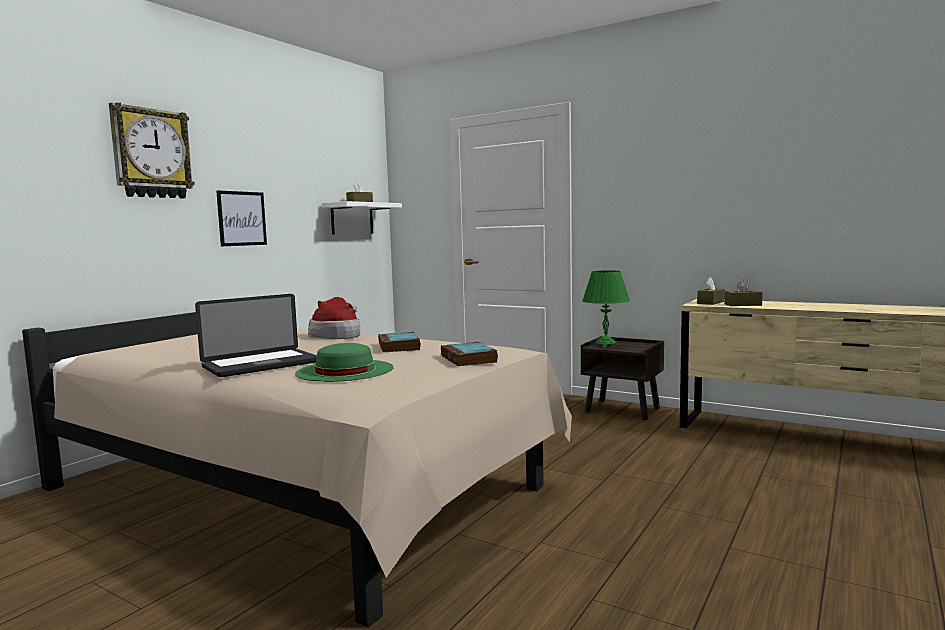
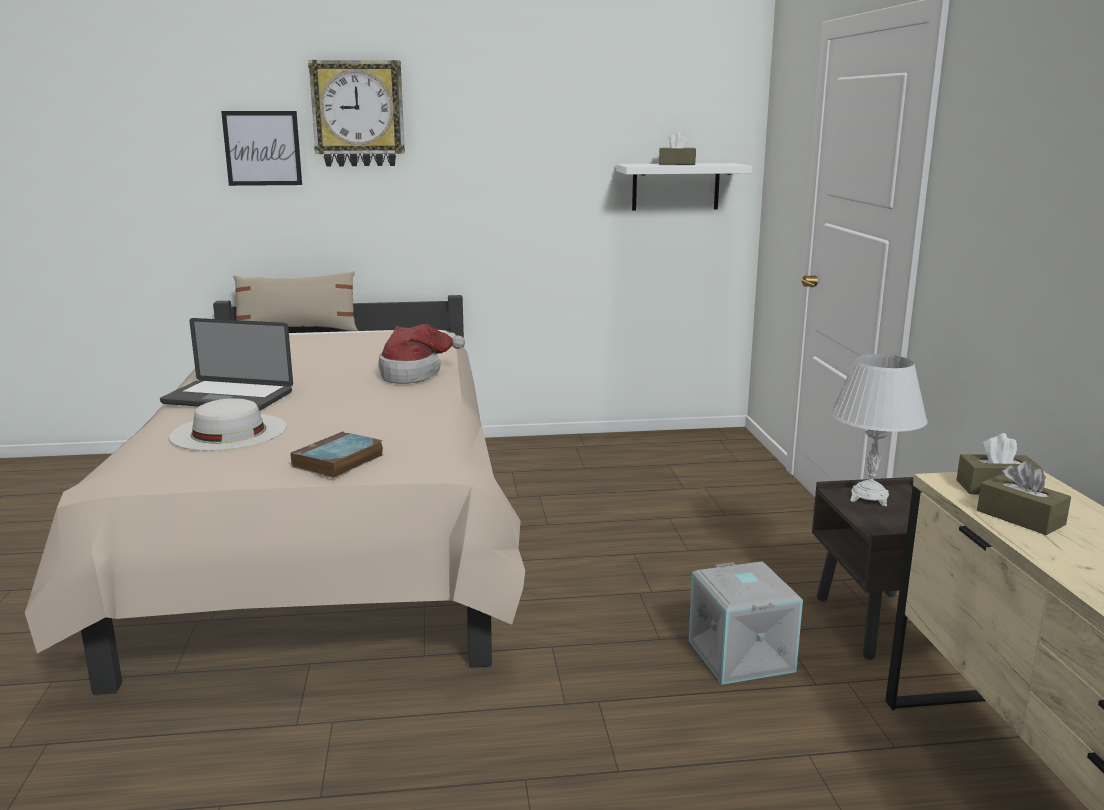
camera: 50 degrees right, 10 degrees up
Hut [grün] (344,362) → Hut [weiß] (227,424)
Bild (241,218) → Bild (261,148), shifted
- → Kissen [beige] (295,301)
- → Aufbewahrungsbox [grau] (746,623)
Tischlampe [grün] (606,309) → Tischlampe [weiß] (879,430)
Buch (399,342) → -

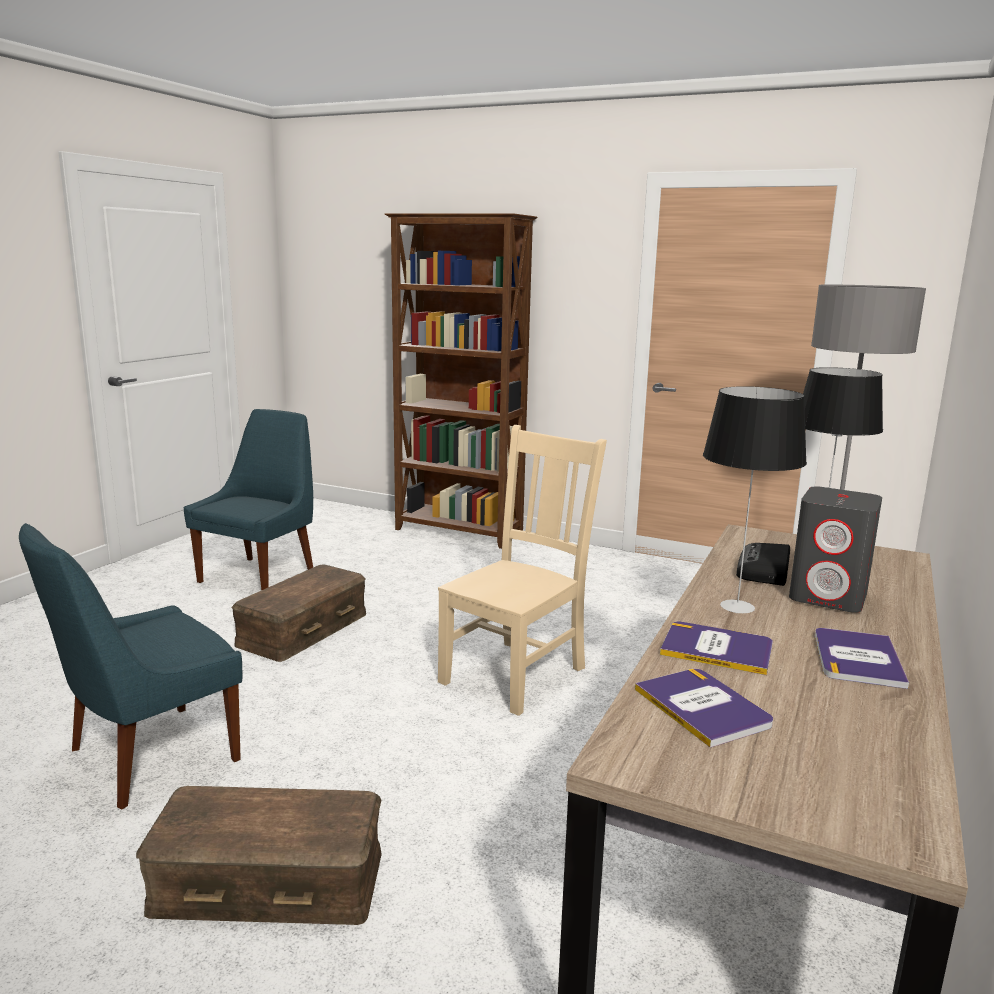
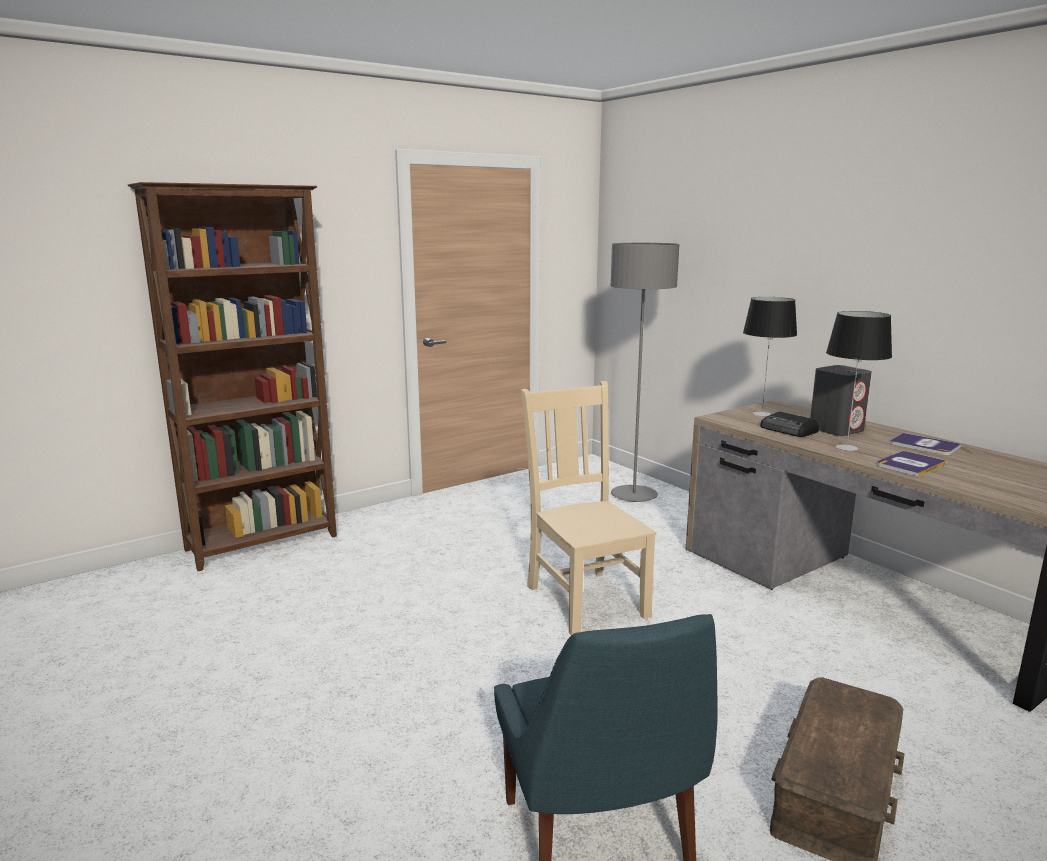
camera: 60 degrees left, 0 degrees up
Stuhl [blau] (248,499) → -
Aufbewahrungsbox [braun] (298,613) → -
Buch (704,708) → -

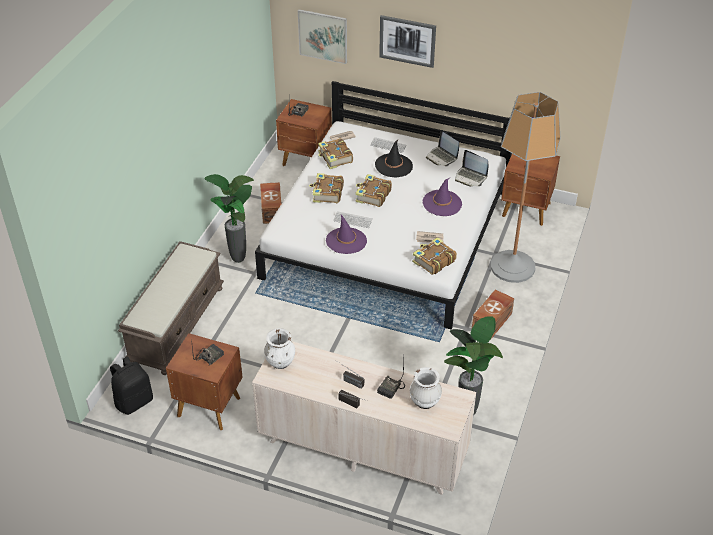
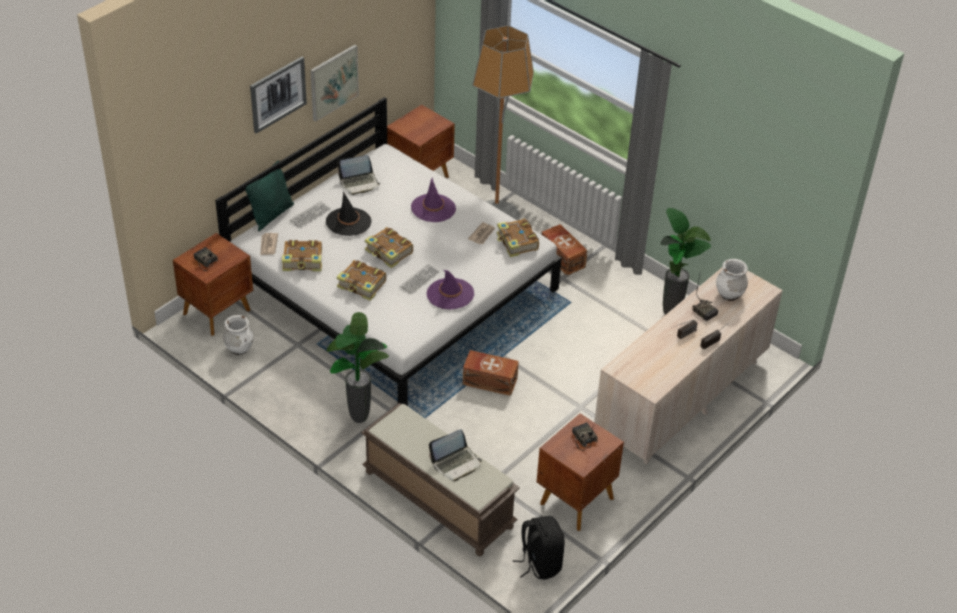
camera: 70 degrees left, 0 degrees up
Vase [weiß] (279,348) → Vase [weiß] (238,335), shifted
- → Kissen [grün] (269,195)
Bild (322,36) → Bild (334,83), shifted
Laptop (471,168) → Laptop (455,455), shifted
Aufbewahrungsbox [braun] (270,203) → Aufbewahrungsbox [braun] (490,373), shifted

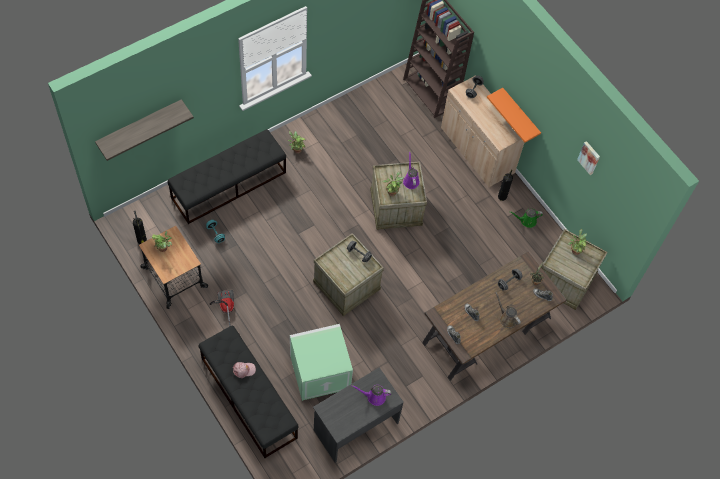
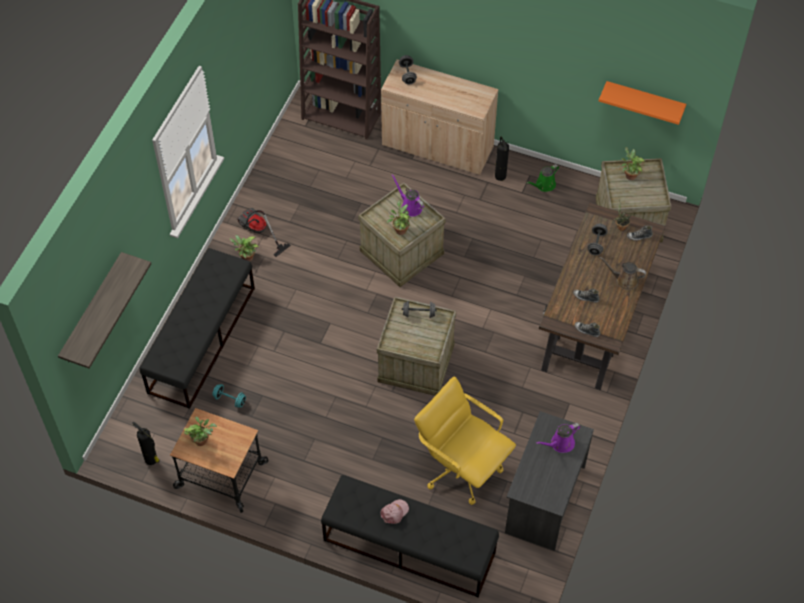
camera: 30 degrees left, 5 degrees down
Staubsauger (224,312) → Staubsauger (264,232), shifted
Aufbewahrungsbox [grün] (321,362) → Bürostuhl [gelb] (465,440)
Wandregal [orange] (514,115) → Wandregal [orange] (642,103), shifted
Bild (588,158) → -

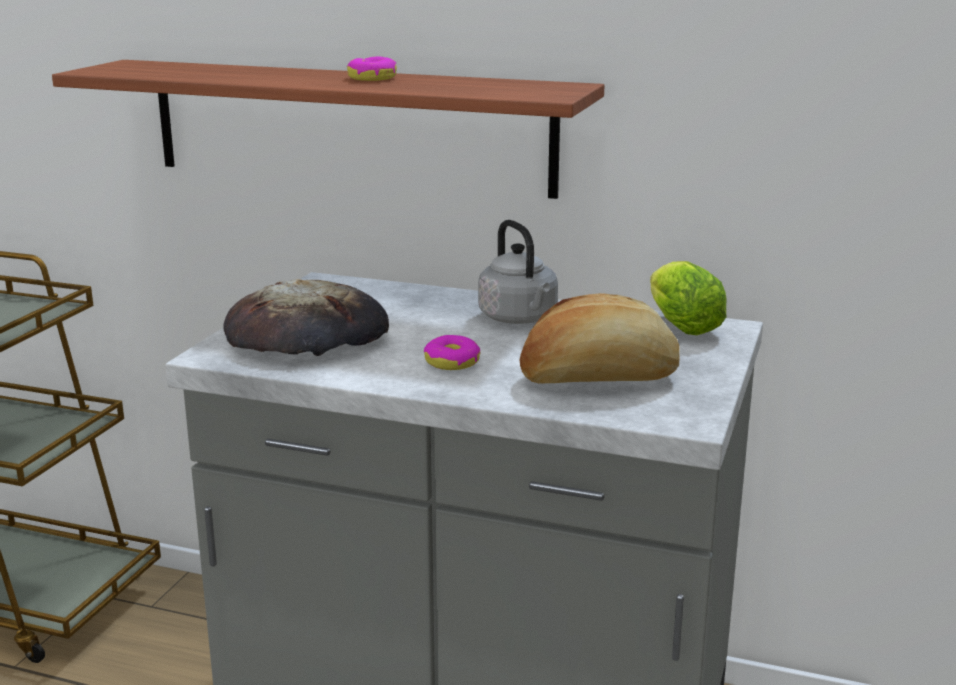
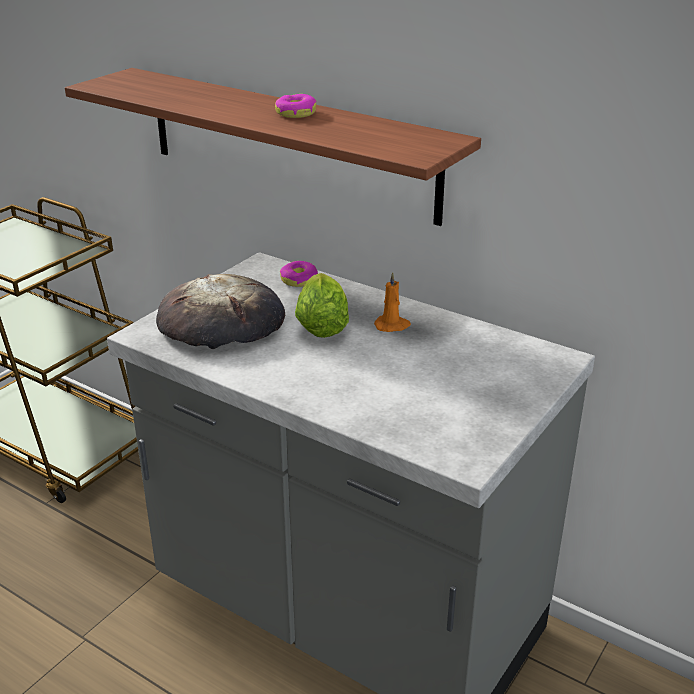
camera: 15 degrees right, 10 degrees up
Donut (452,352) → Donut (299,274), shifted
Salatkopf (688,298) → Salatkopf (322,305), shifted
Wasserkessel [grau] (518,272) → Kerze [orange] (392,302)
Brot (600,338) → -

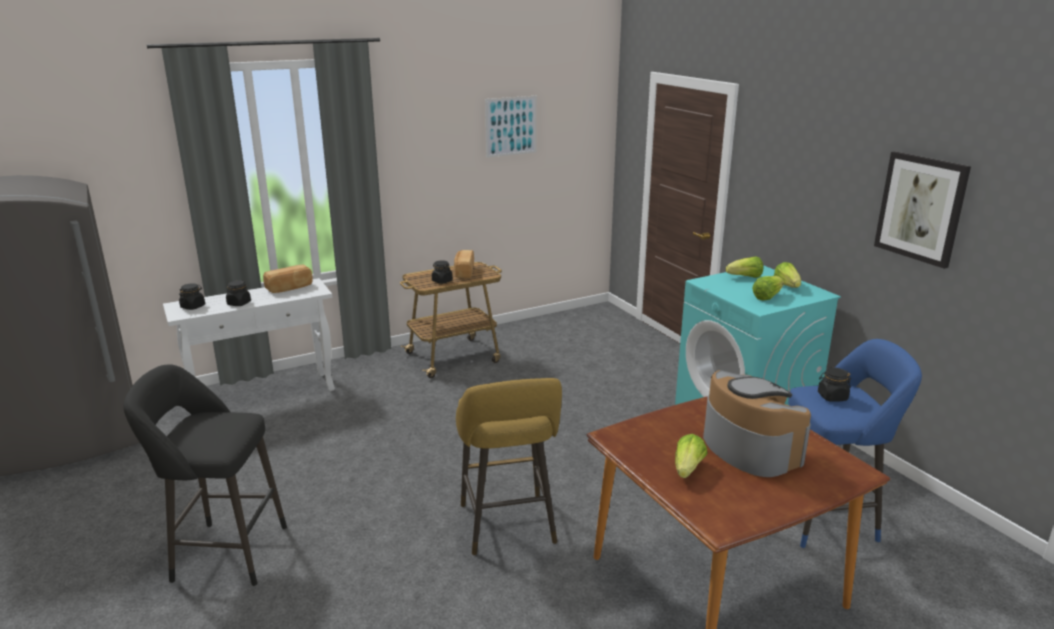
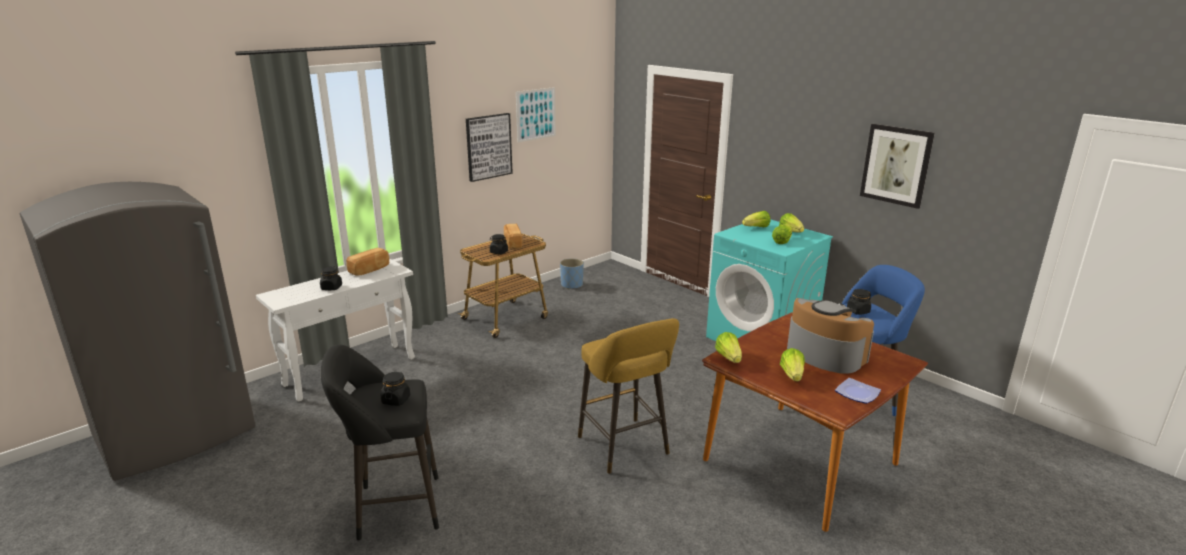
camera: 15 degrees left, 0 degrees up
Vorratsglas [schwarz] (192,297) → Vorratsglas [schwarz] (395,389), shifted
- → Bild (489,147)
- → Pflanzkübel [blau] (572,273)
- → Salatkopf (728,347)
- → Teller (858,391)

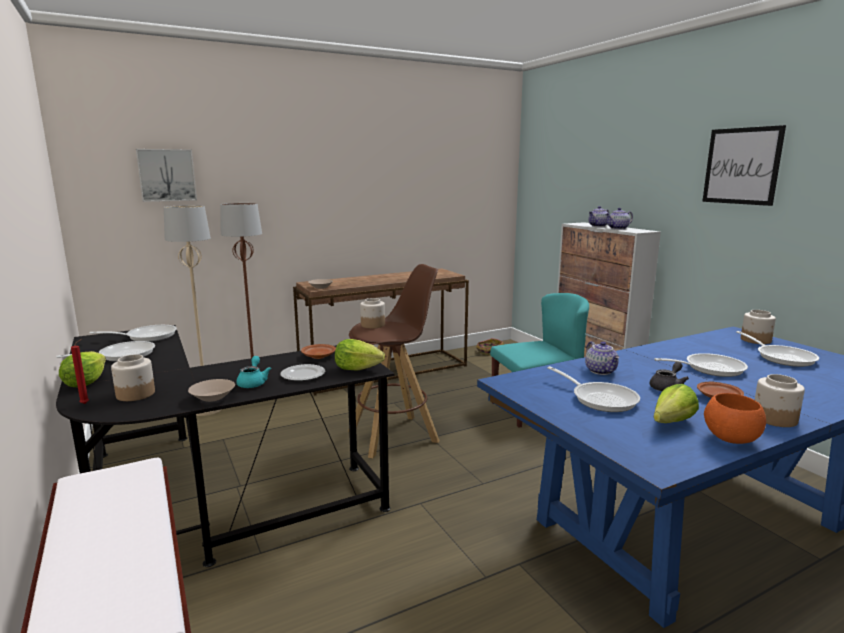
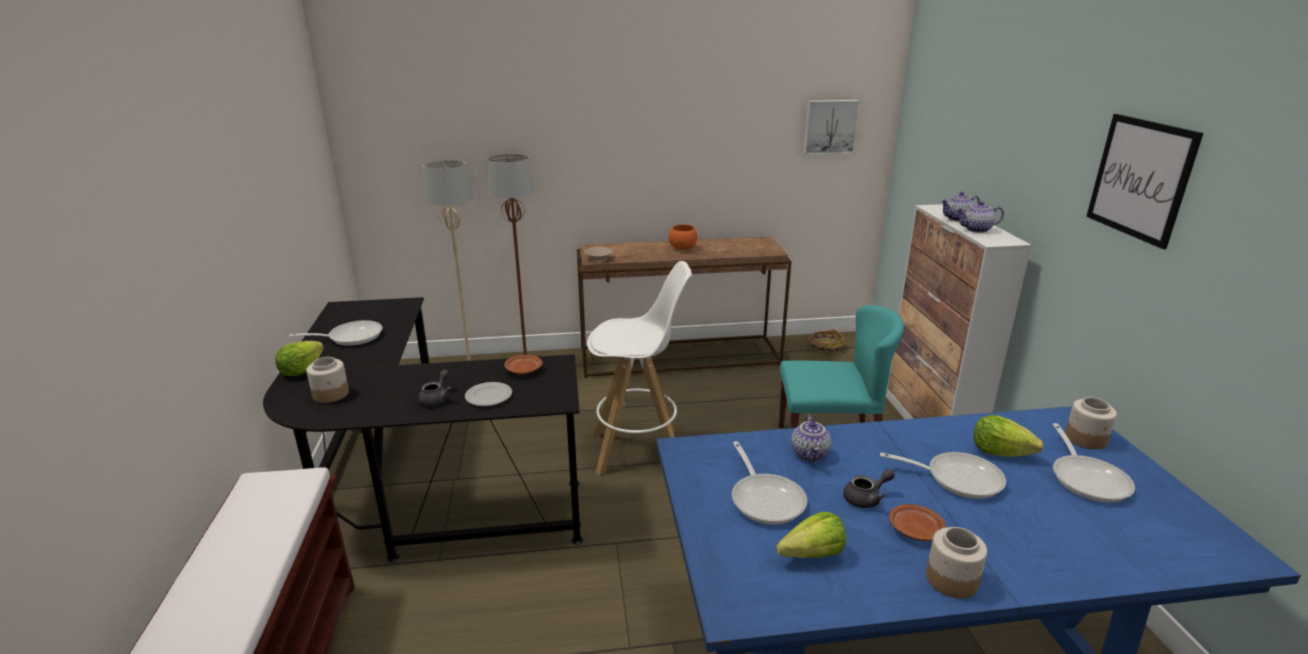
camera: 20 degrees right, 10 degrees up
Teekanne [türkis] (253,372) → Teekanne [grau] (435,388)
Hocker [braun] (394,361) → Hocker [weiß] (639,368)
Schüssel [orange] (735,418) → Schüssel [orange] (683,237), shifted
Bild (166,175) → Bild (831,127), shifted
Salatkopf (360,355) → Salatkopf (1008,436), shifted
Kerze [rot] (80,371) → -
Pfanne (133,333) → -
Schüssel [beige] (211,390) → -
Vorratsglas (372,313) → -

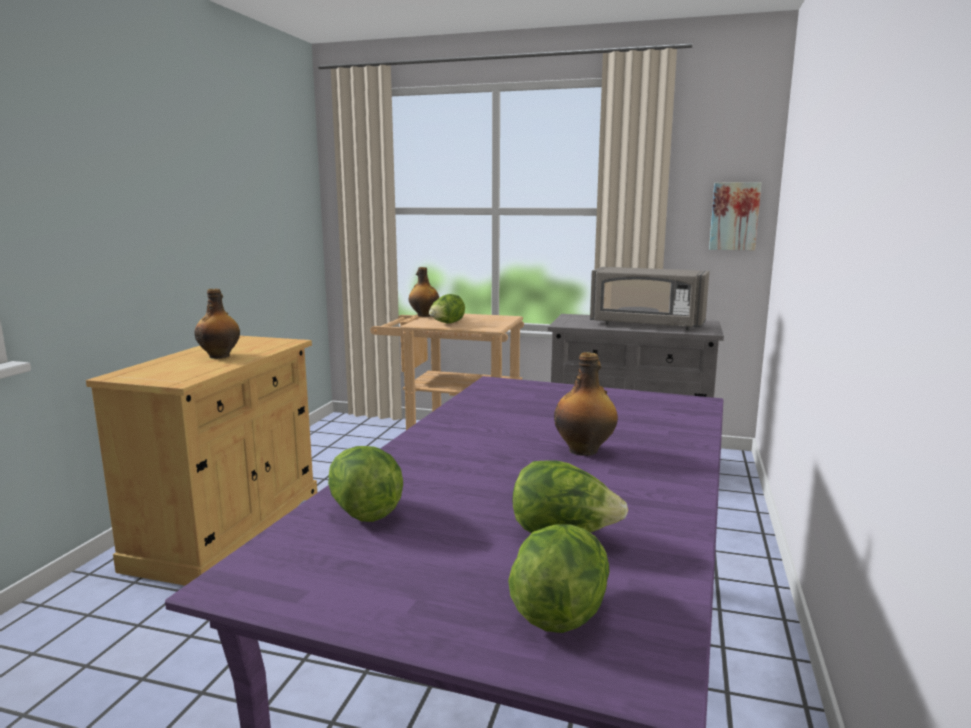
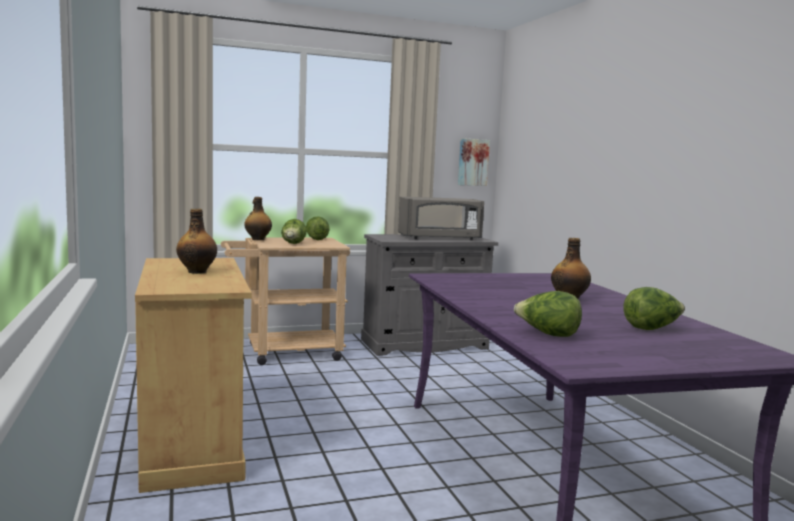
camera: 35 degrees left, 5 degrees down
Salatkopf (558,578) → Salatkopf (318,228), shifted

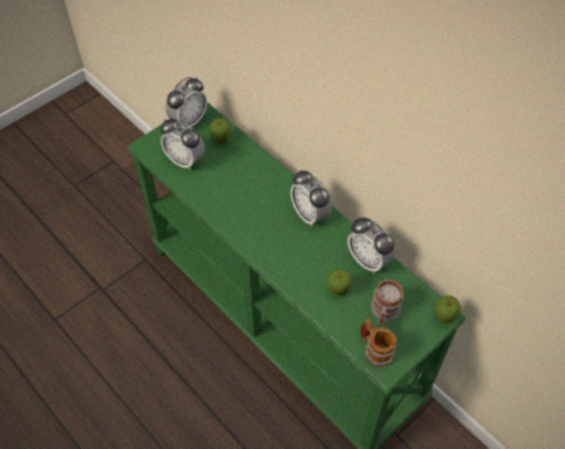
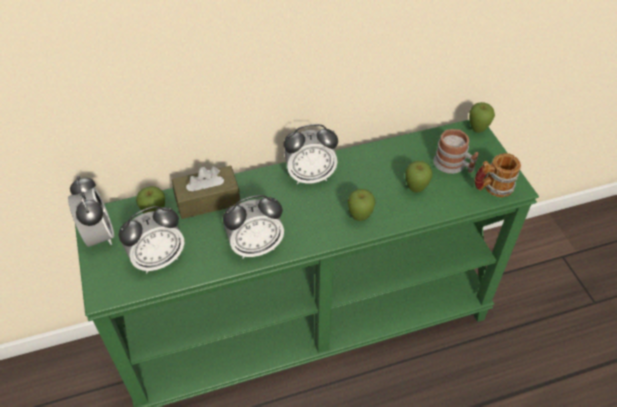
camera: 65 degrees left, 5 degrees down
- → Taschentuchbox [braun] (206,192)
Wecker (371,245) → Wecker (253,227), shifted
- → Apfel (362,205)

